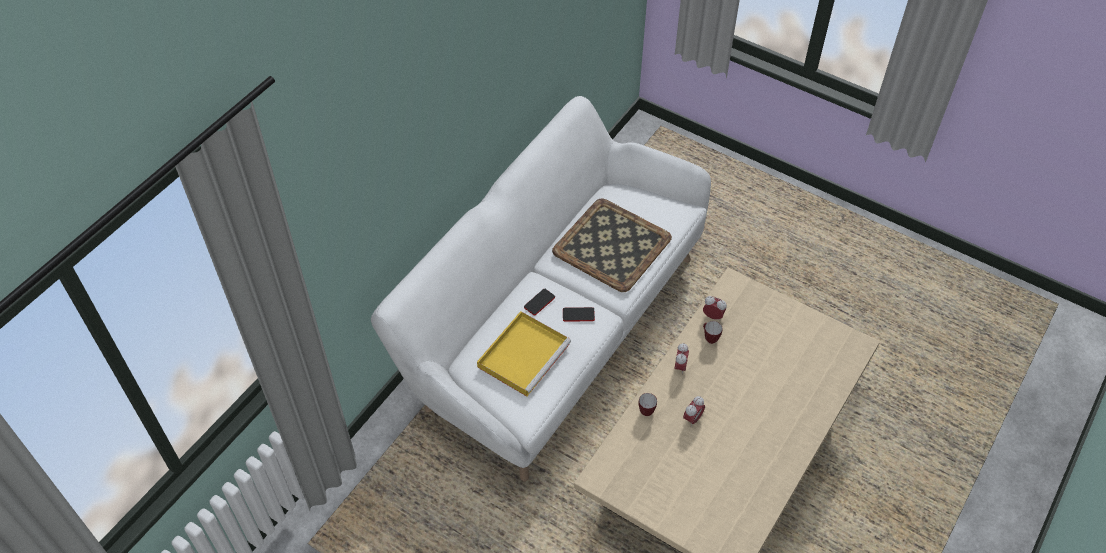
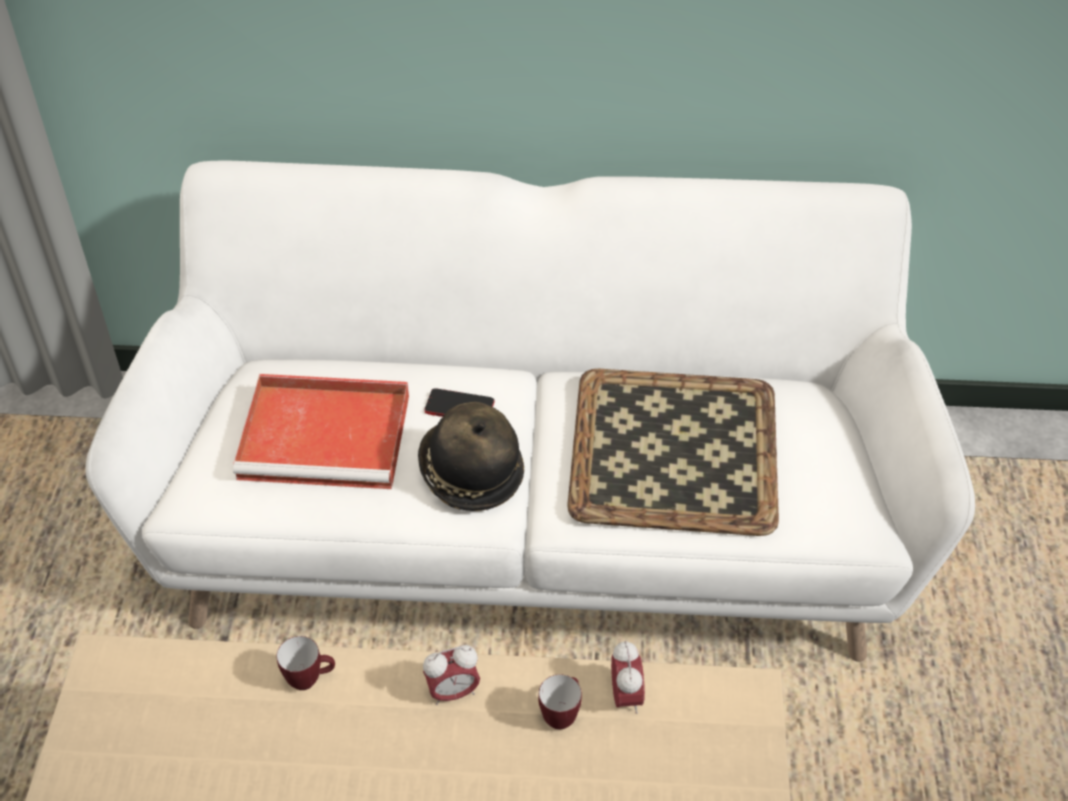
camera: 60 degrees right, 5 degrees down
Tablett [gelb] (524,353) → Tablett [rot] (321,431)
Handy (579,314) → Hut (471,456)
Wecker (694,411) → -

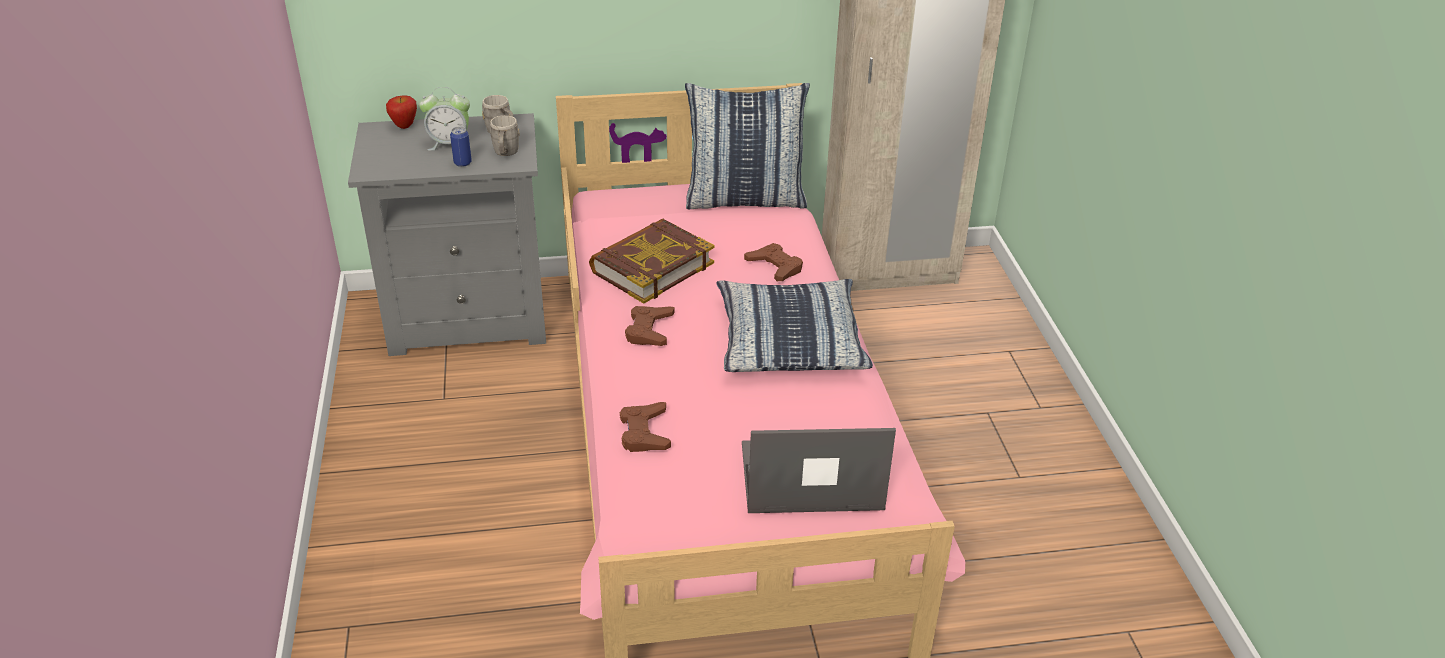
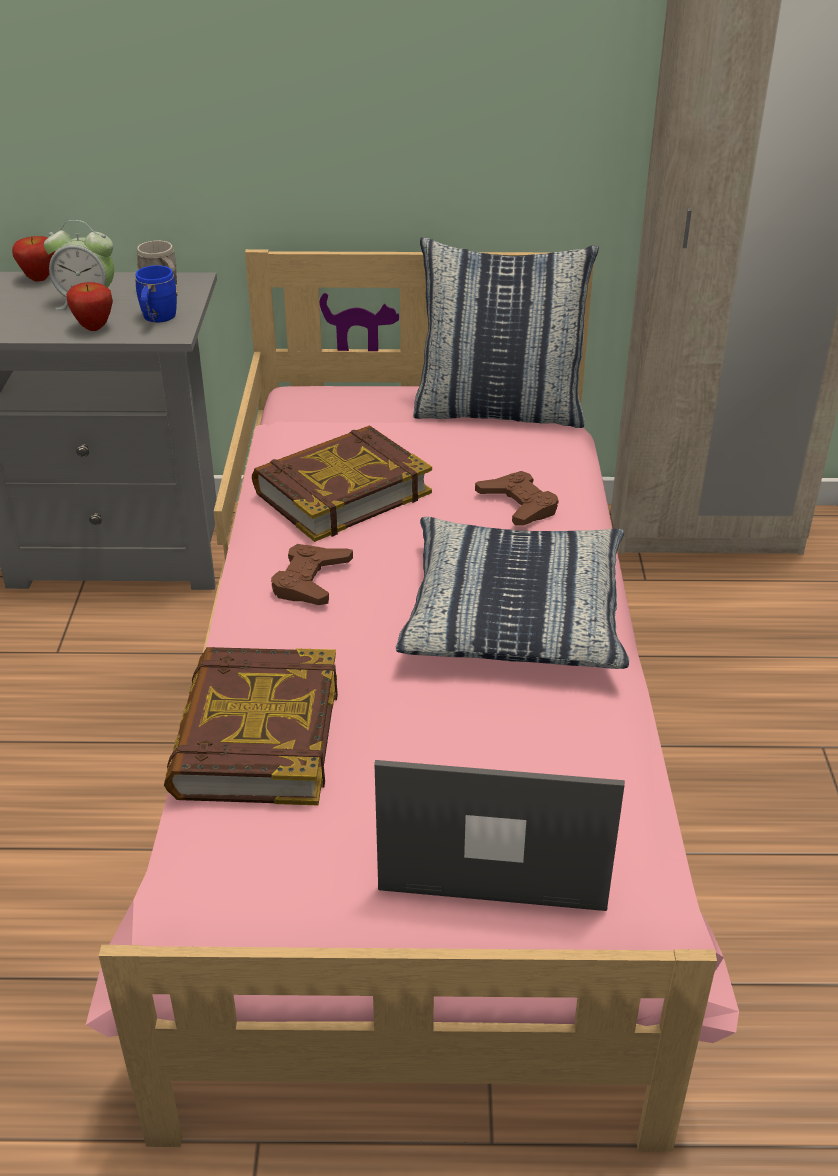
camera: 10 degrees right, 0 degrees up
Dose (461,147) → Apfel (89,306)
Henkelbecher [grau] (505,135) → Henkelbecher [blau] (156,293)
Gamepad [braun] (645,427) → Buch (251,726)

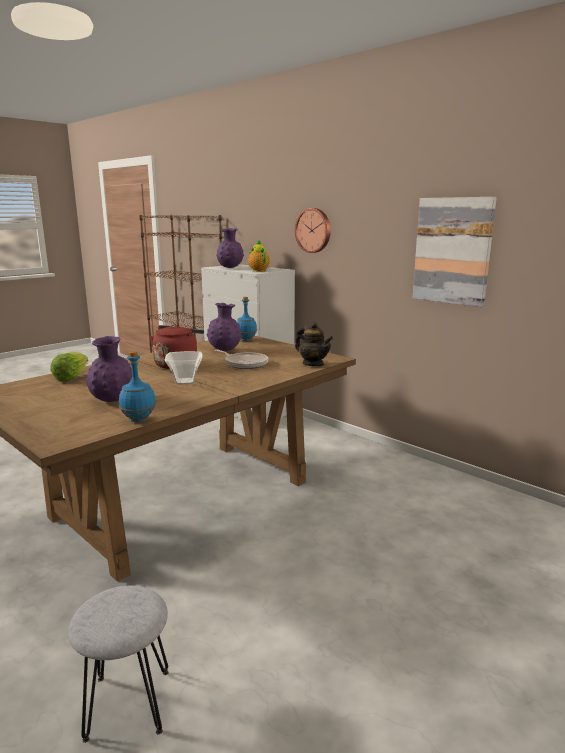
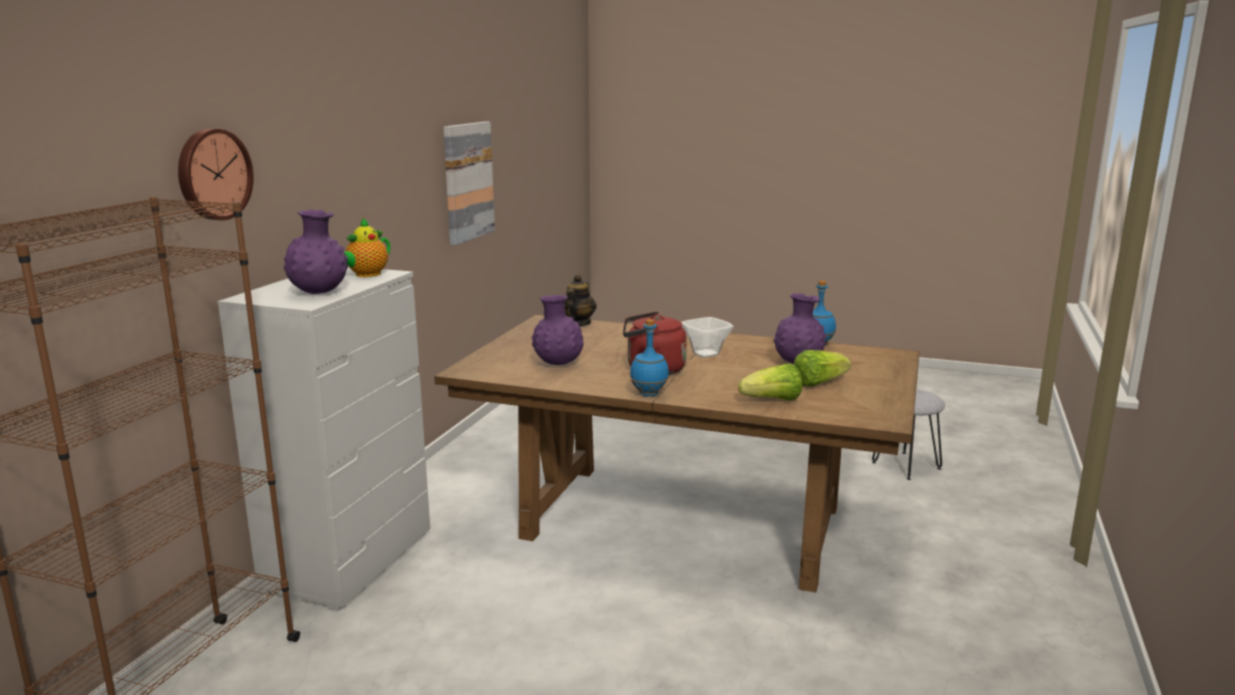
camera: 115 degrees left, 0 degrees up
Wanduhr (313,230) → Wanduhr (216,174), shifted
Flasche [blau] (247,319) → Flasche [blau] (649,358), shifted
- → Salatkopf (822,368)
Pfanne (241,359) → -

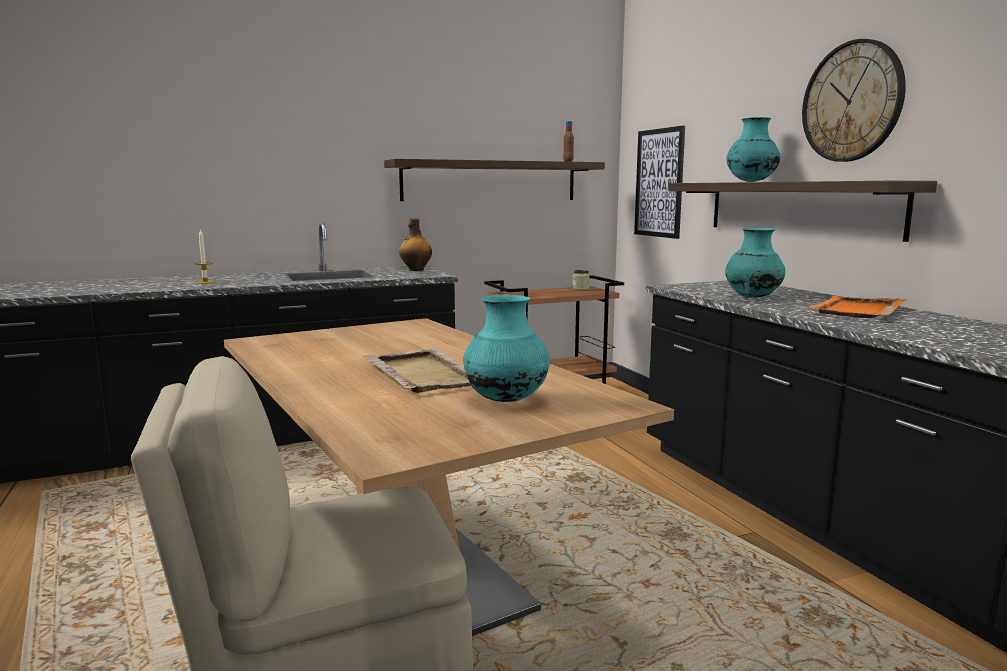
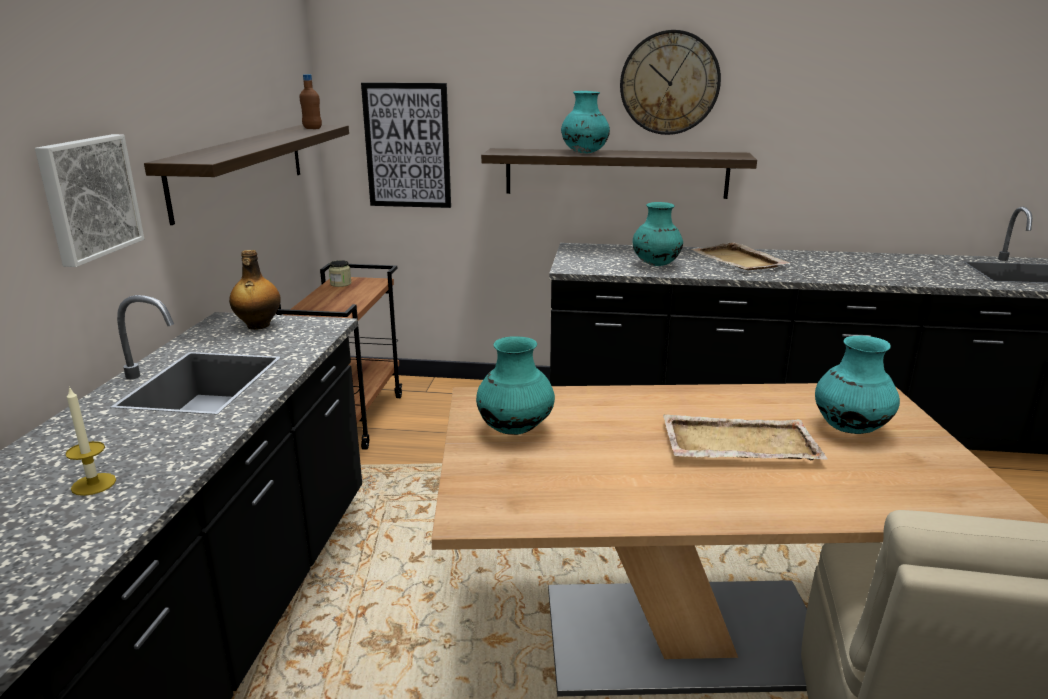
camera: 60 degrees left, 10 degrees up
- → Bild (89,200)
- → Vase [türkis] (515,385)
Tablett [orange] (857,307) → Tablett [beige] (740,256)

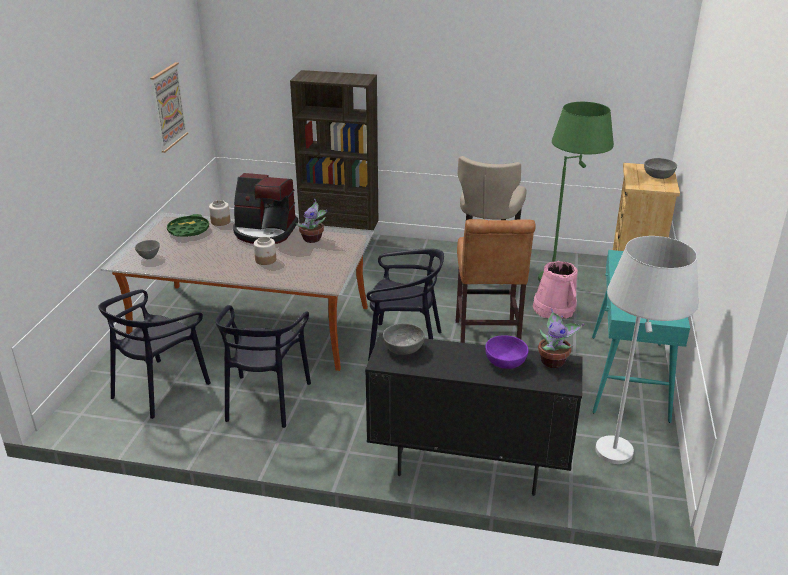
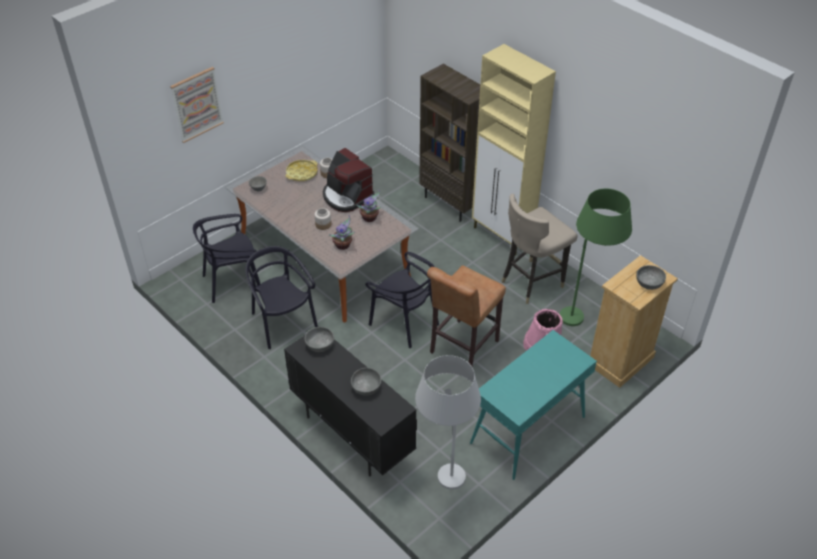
camera: 35 degrees right, 15 degrees up
Bild (169,107) → Bild (197,105), shifted
Stuhl [schwarz] (263,366) → Stuhl [schwarz] (281,297), 105 degrees clockwise
Tablett [grün] (188,225) → Tablett [gelb] (302,170)
Topfpflanze (561,338) → Topfpflanze (342,232), shifted
Schüssel [lila] (507,352) → Schüssel [grau] (366,382)
- → Schrank [beige] (514,149)

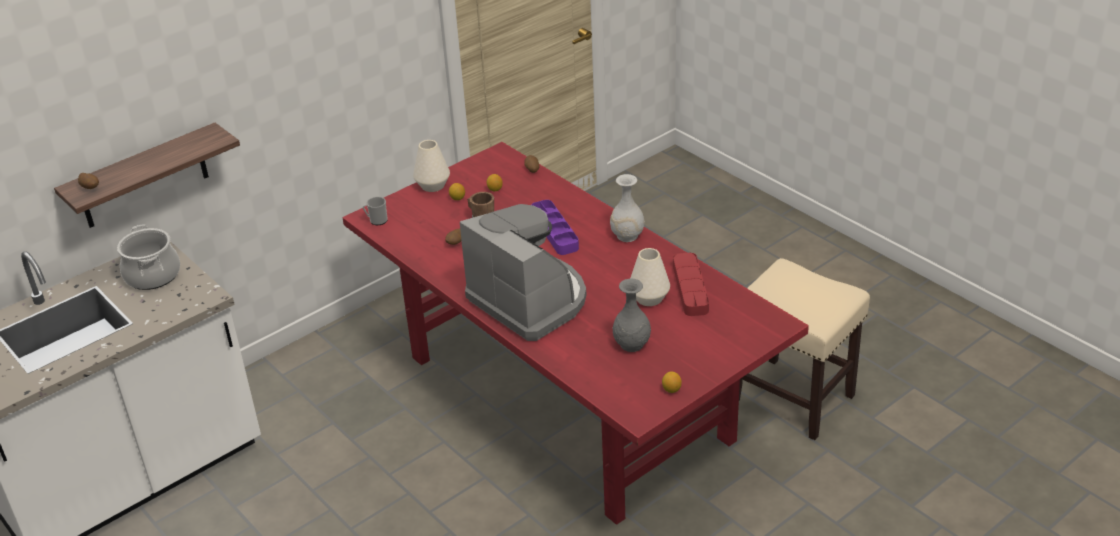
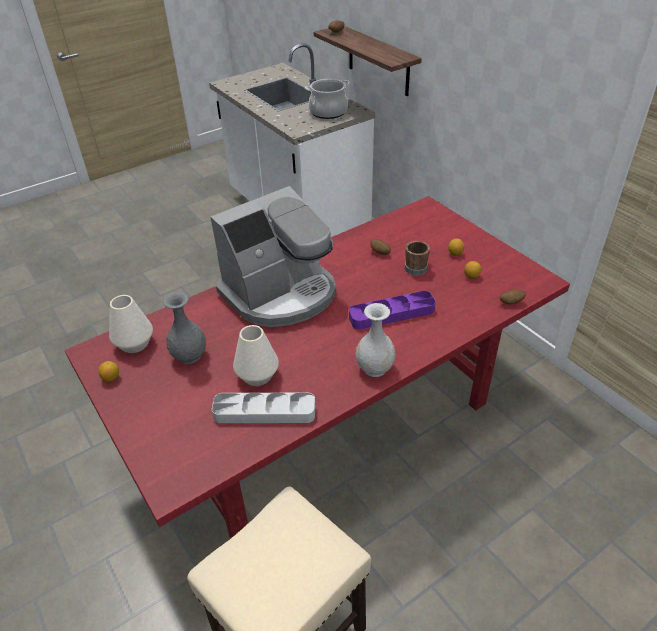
camera: 95 degrees right, 5 degrees up
Vase [weiß] (431,166) → Vase [weiß] (131,324), shifted
Tablett [rot] (691,284) → Tablett [grau] (263,408)
Henkelbecher (375,211) → -

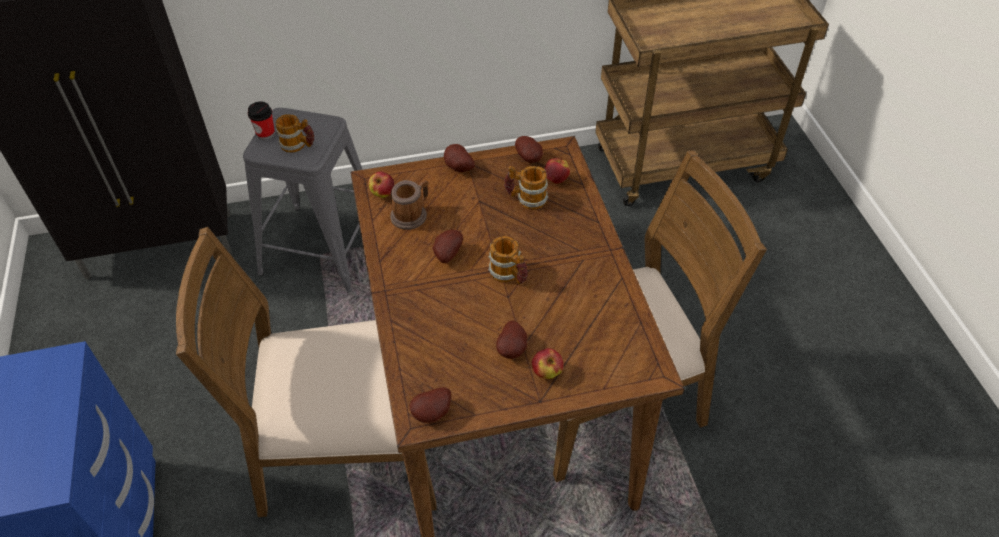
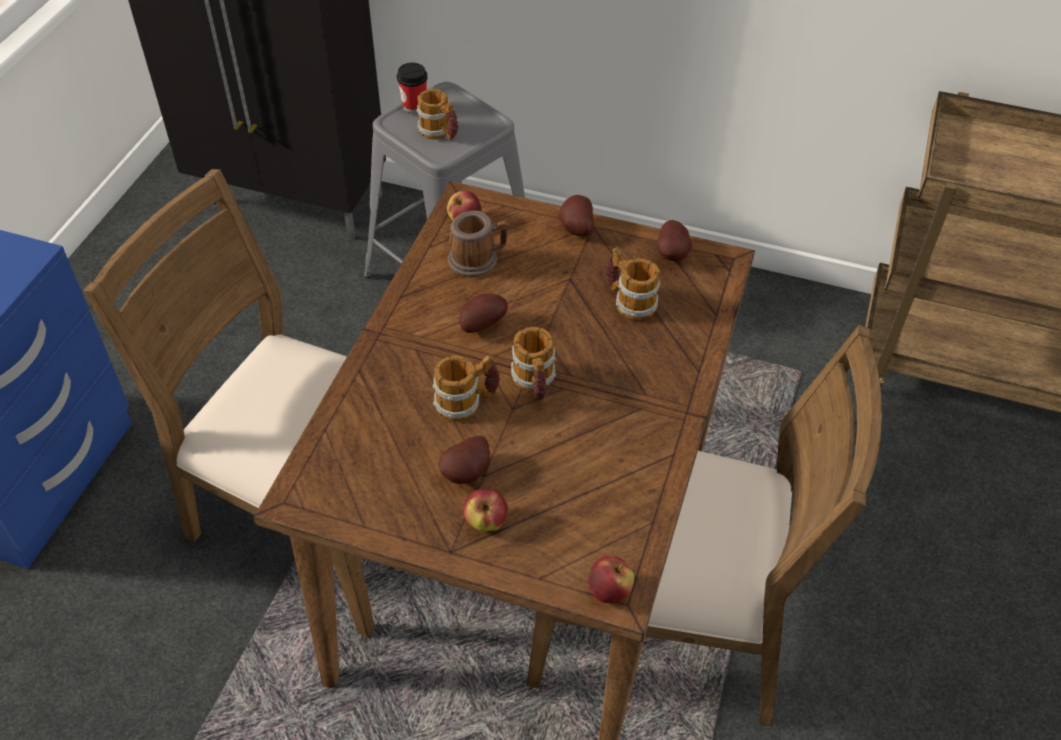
camera: 30 degrees right, 0 degrees up
- → Henkelbecher (466,388)
Apfel (557,171) → Apfel (611,579), shifted
Kartoffel (430,405) → -

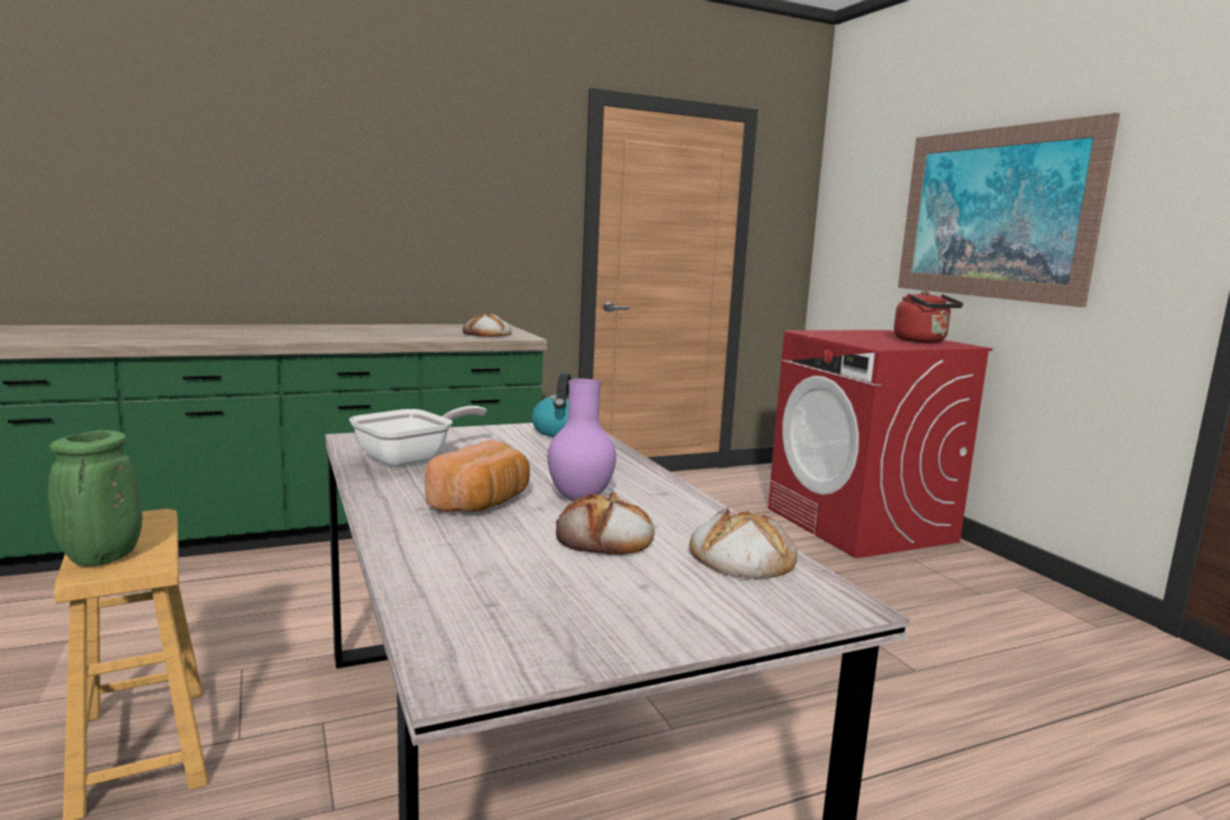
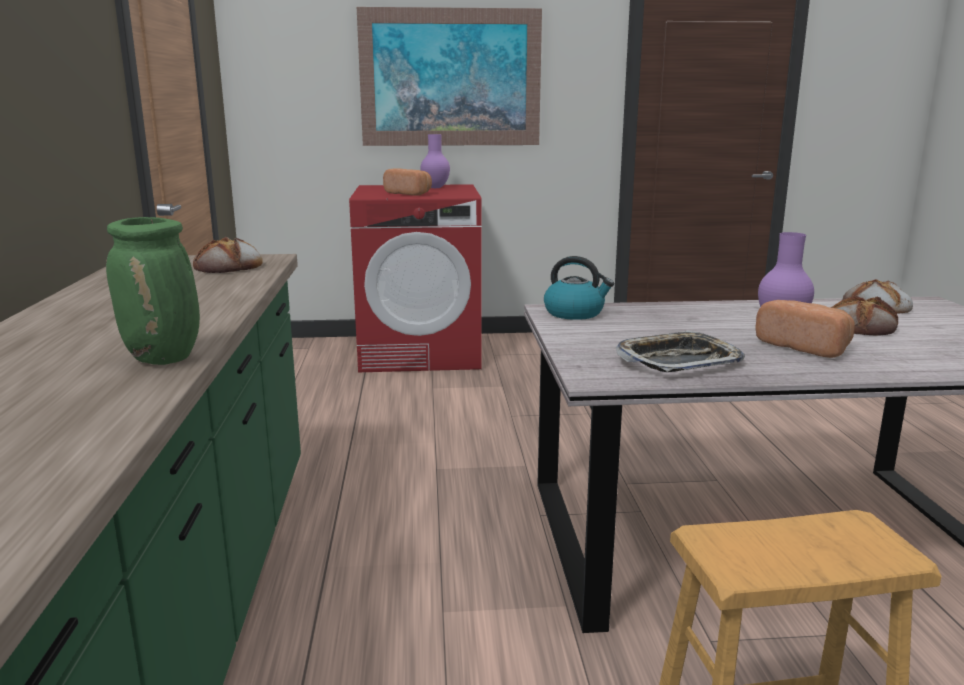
camera: 70 degrees left, 5 degrees up
Vase [grün] (95,498) → Vase [grün] (153,291), shifted
- → Brot (407,182)
Wasserkessel [rot] (928,317) → Vase [lila] (435,161)
Pfanne (418,436) → Tablett (680,351)

